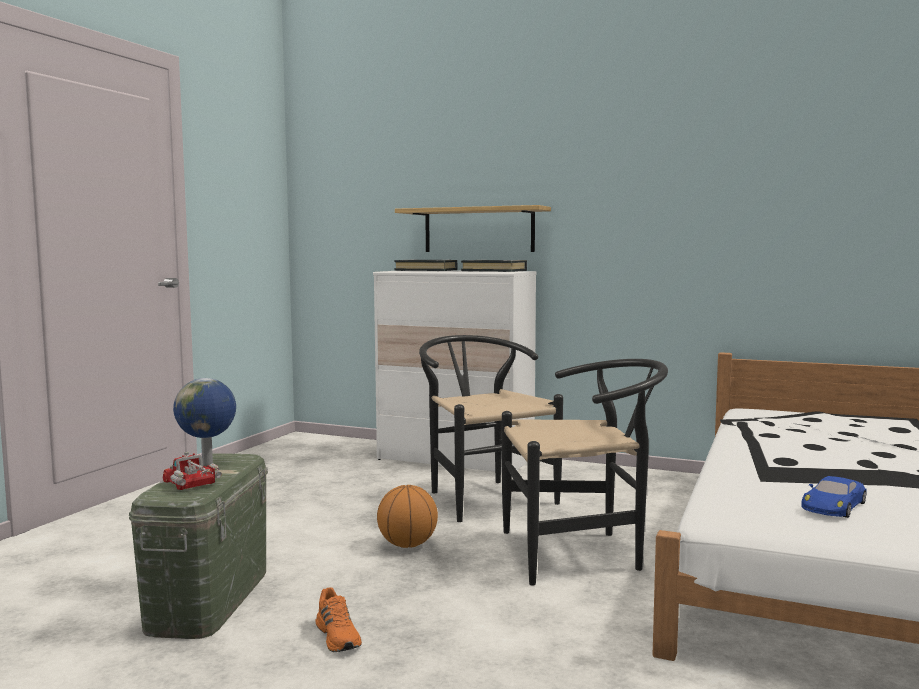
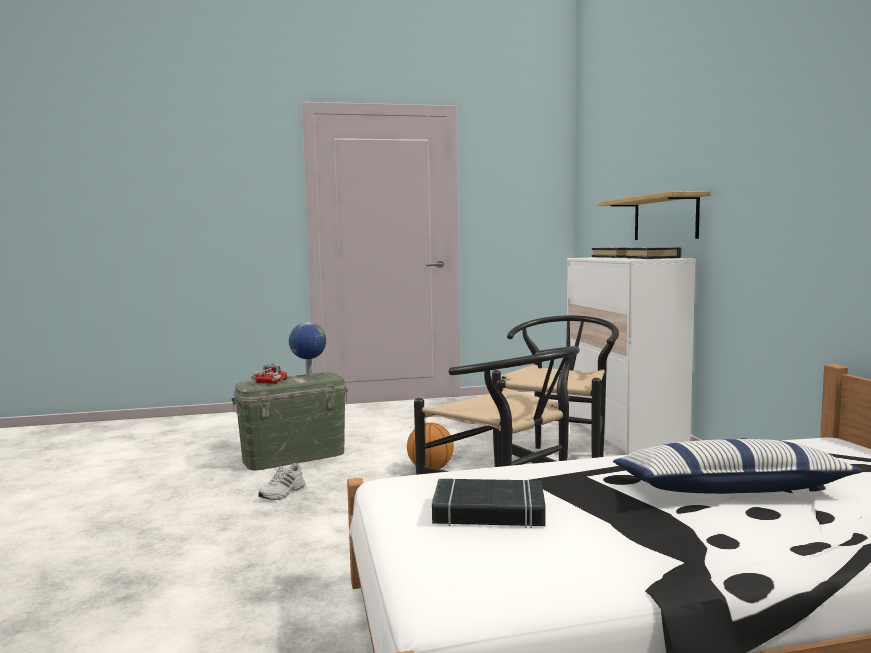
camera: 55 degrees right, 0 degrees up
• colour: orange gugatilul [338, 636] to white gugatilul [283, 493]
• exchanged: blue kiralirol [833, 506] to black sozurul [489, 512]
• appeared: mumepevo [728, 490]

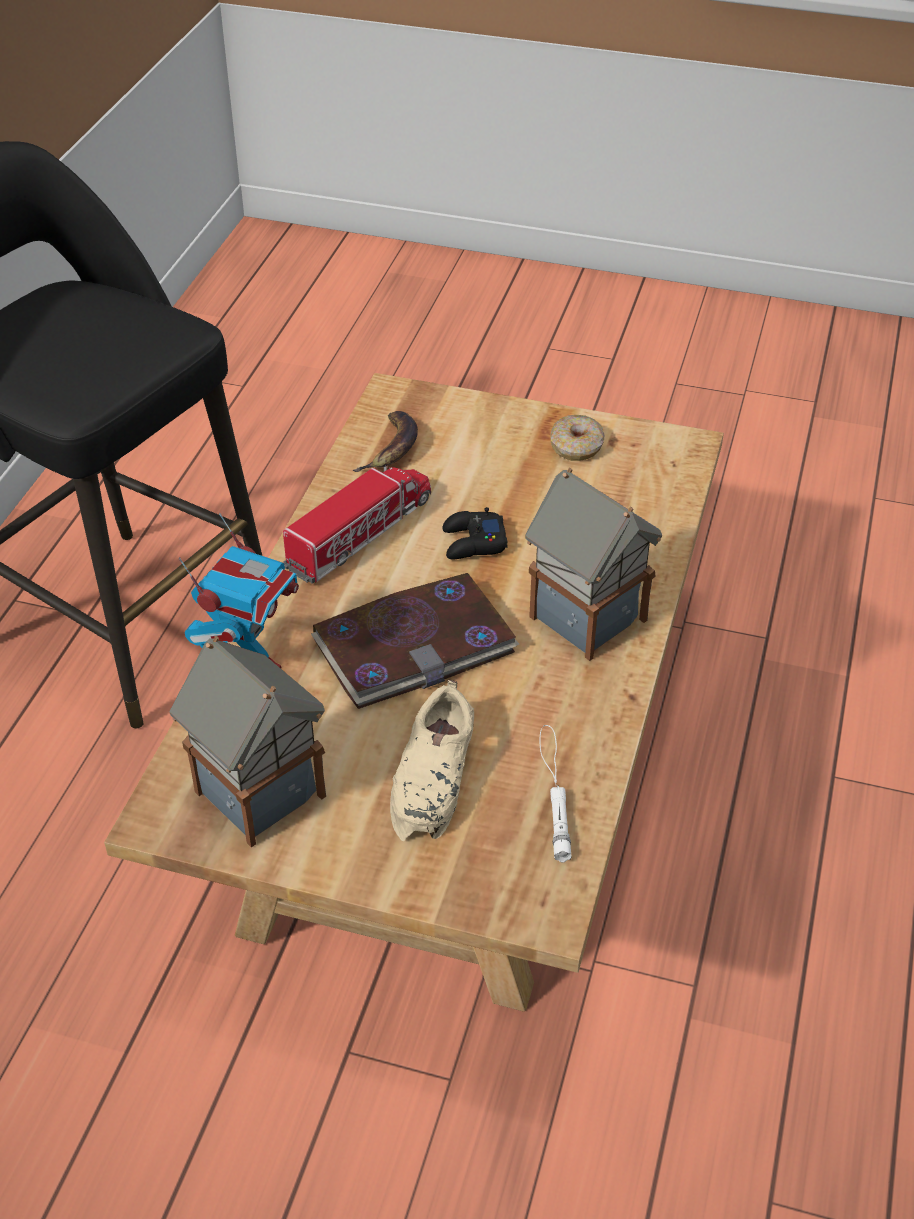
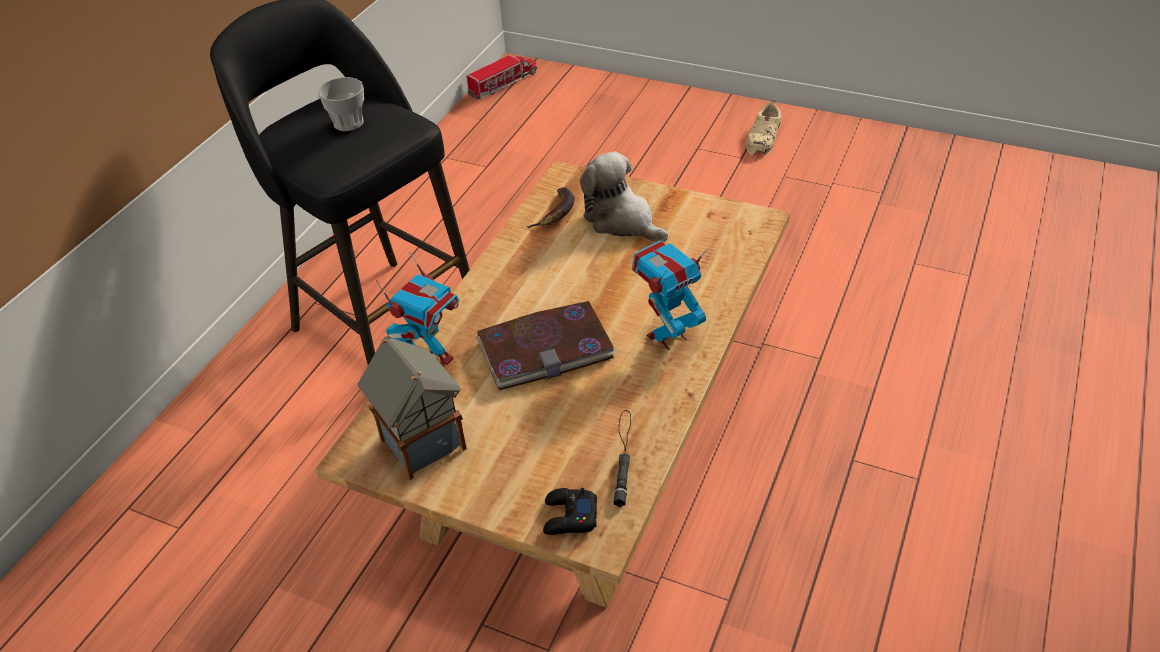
camera: 10 degrees right, 0 degrees up
• appeared: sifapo [348, 123]
• relocated: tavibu [360, 533] to [503, 83]
• relocated: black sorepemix [473, 542] to [569, 517]
• appeared: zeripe [622, 221]
• colour: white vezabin [554, 791] to black vezabin [623, 457]
• exchanged: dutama [585, 617] to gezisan [667, 336]
• relocated: beige gugatilul [435, 776] to [764, 137]
• missing: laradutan [576, 446]

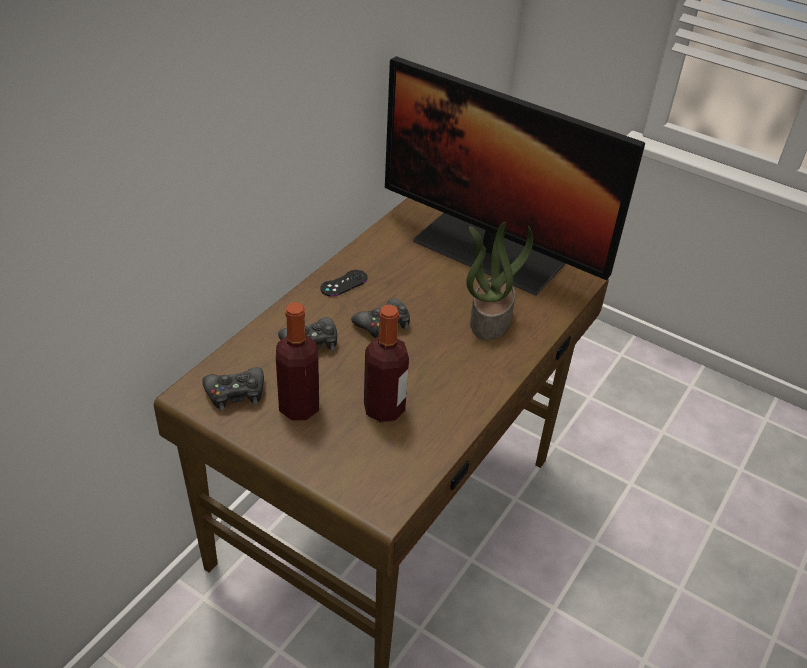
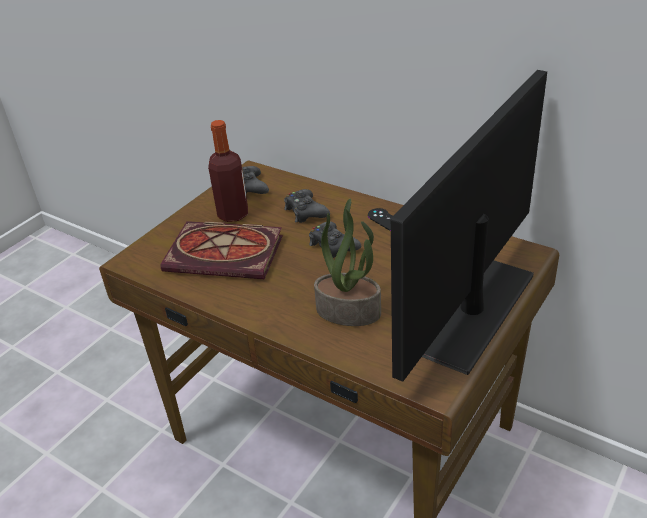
camera: 95 degrees right, 5 degrees down
• exchanged: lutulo [384, 409] to sozurul [228, 253]

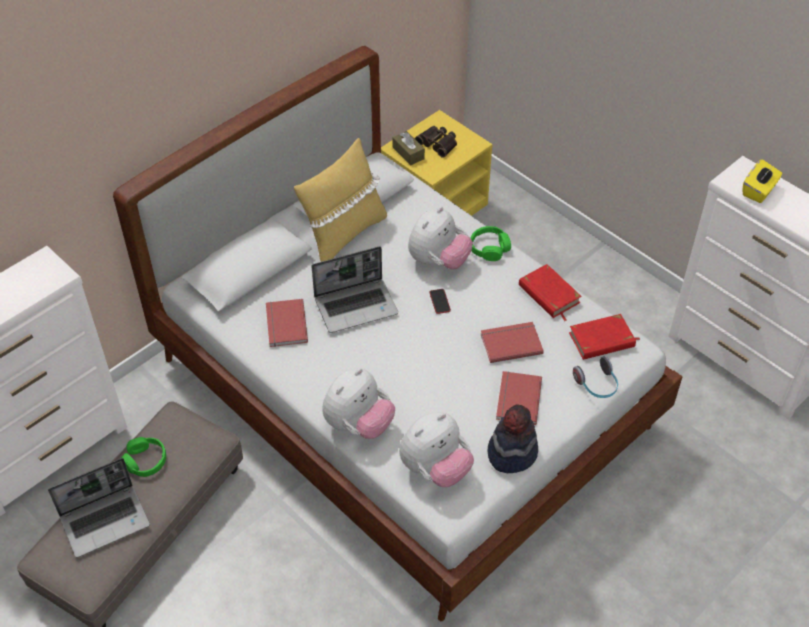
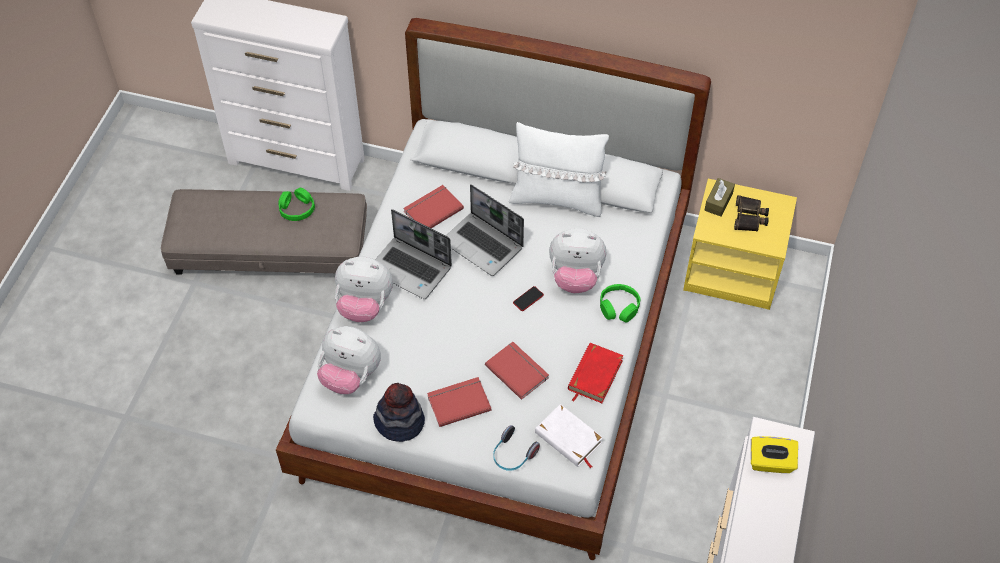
camera: 60 degrees right, 5 degrees up
• relocated: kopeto [106, 520] to [411, 269]
• colour: yellow mumepevo [344, 235] to white mumepevo [557, 198]
• colour: red sozurul [602, 340] to white sozurul [568, 438]

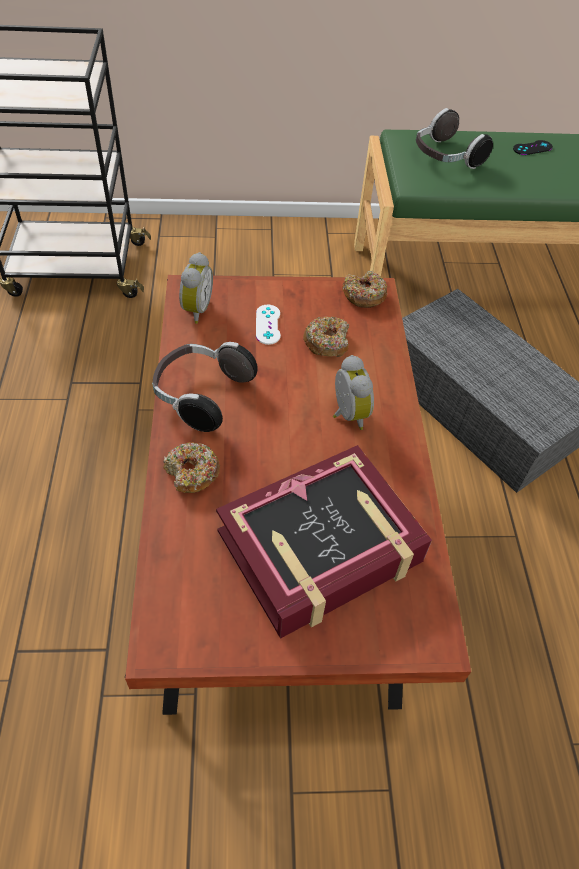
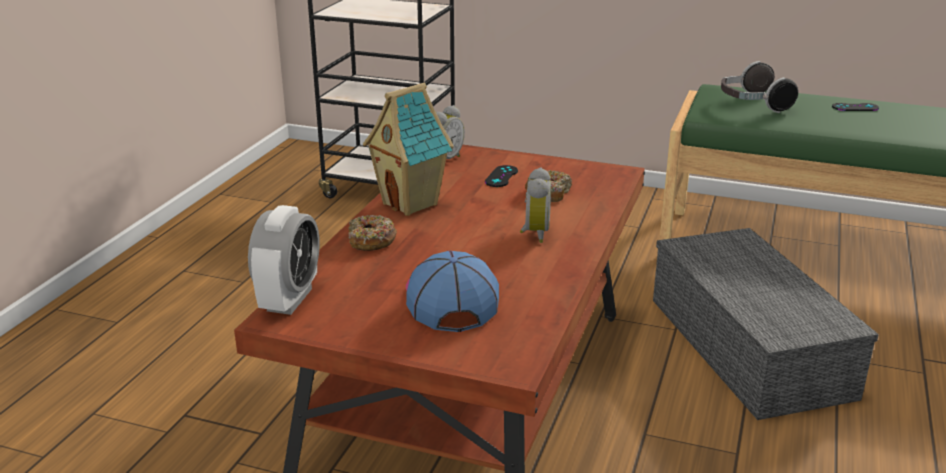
camera: 25 degrees right, 25 degrees down
• appeared: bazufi [289, 299]
• exchanged: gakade [201, 395] to dutama [411, 204]
• exchanged: sozurul [320, 549] to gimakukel [449, 298]
• colour: white sorepemix [268, 324] to black sorepemix [501, 176]
• missing: laradutan [364, 295]

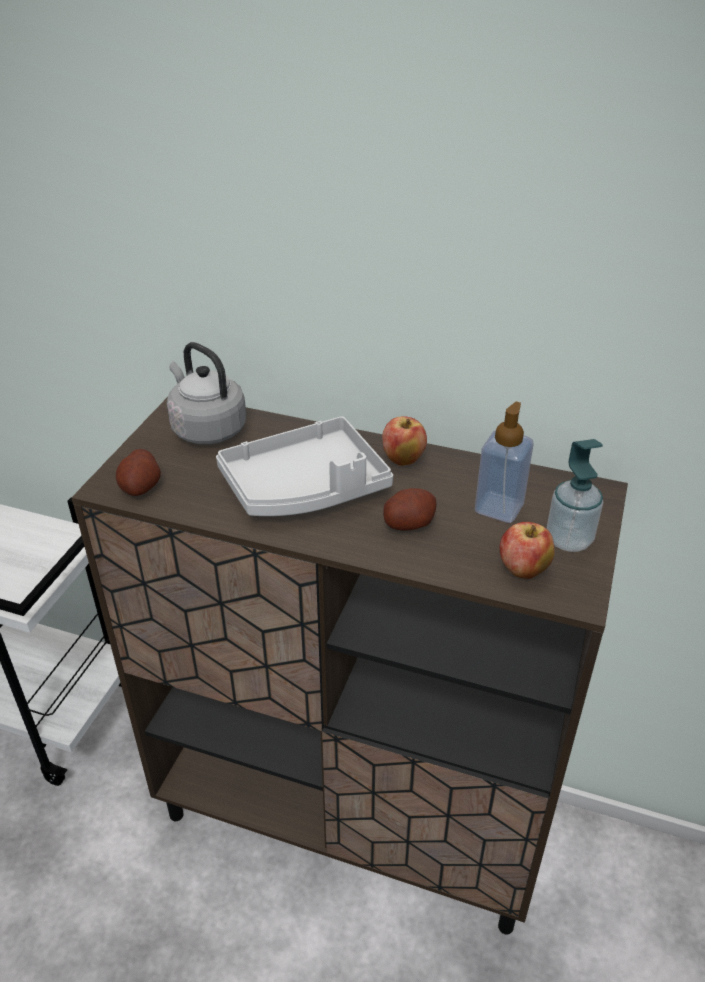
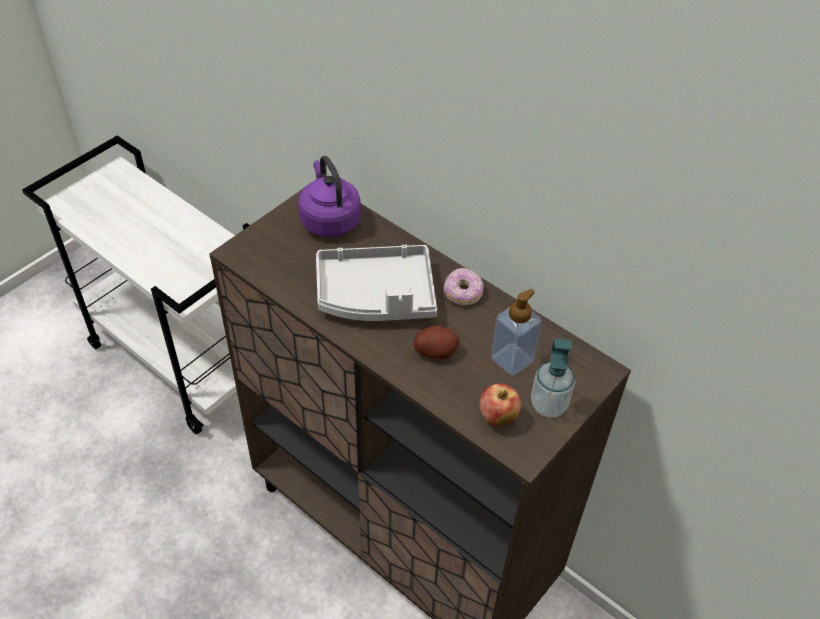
camera: 20 degrees right, 10 degrees up
• colour: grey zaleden [206, 428] to purple zaleden [329, 220]
• exchanged: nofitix [402, 459] to laradutan [462, 293]
• missing: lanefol [141, 487]

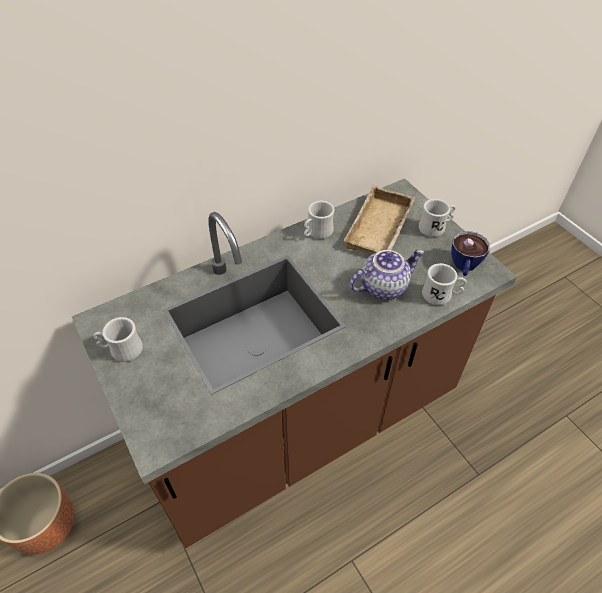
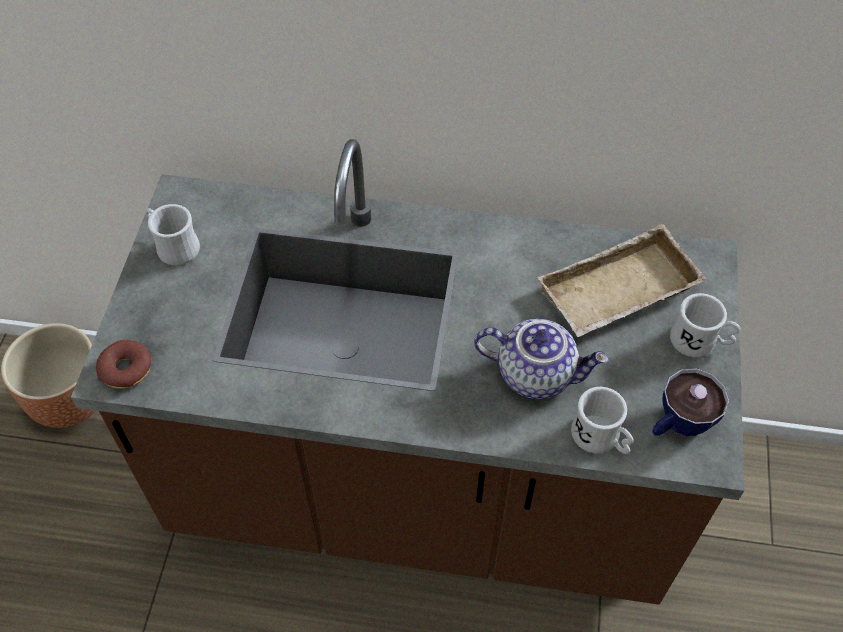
camera: 40 degrees right, 5 degrees up
• appeared: laradutan [126, 369]
• missing: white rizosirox [317, 233]

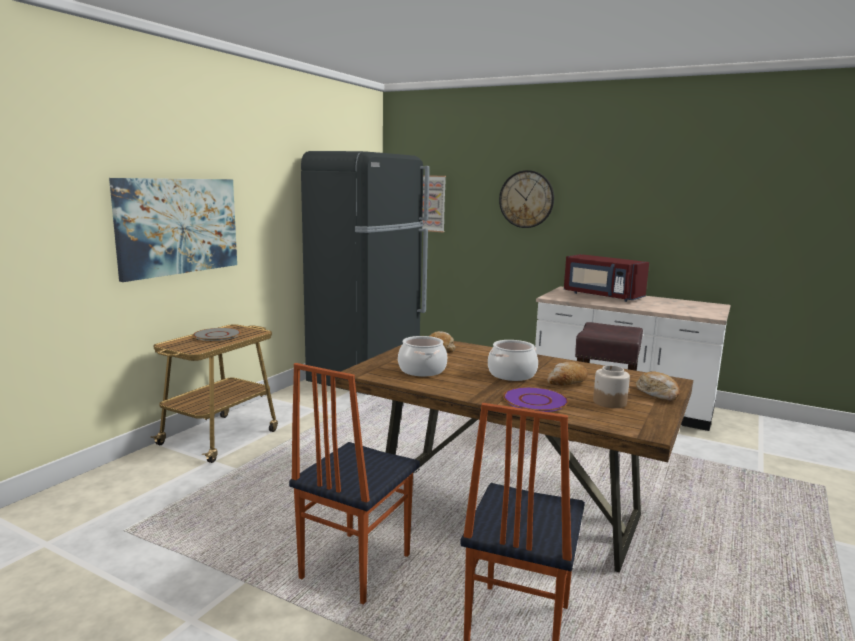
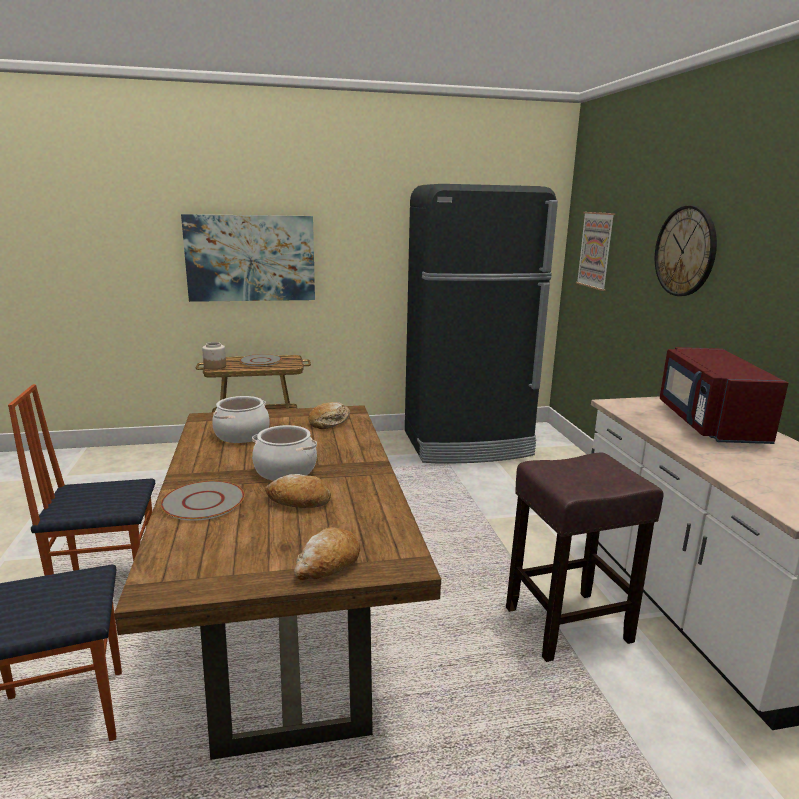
camera: 50 degrees right, 5 degrees up
• colour: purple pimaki [535, 401] to grey pimaki [203, 502]
• relocated: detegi [609, 402] to [215, 366]

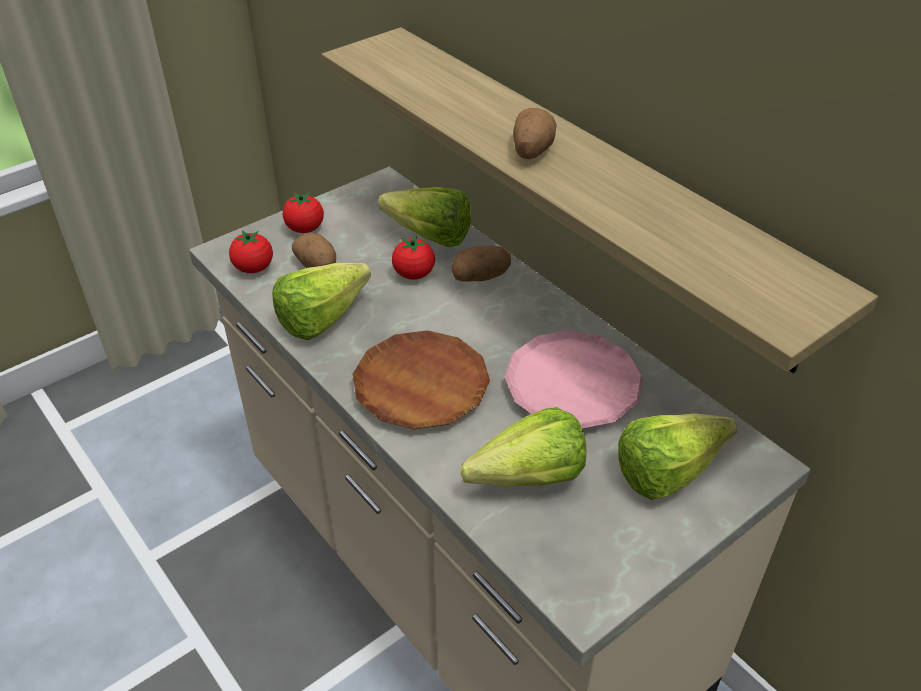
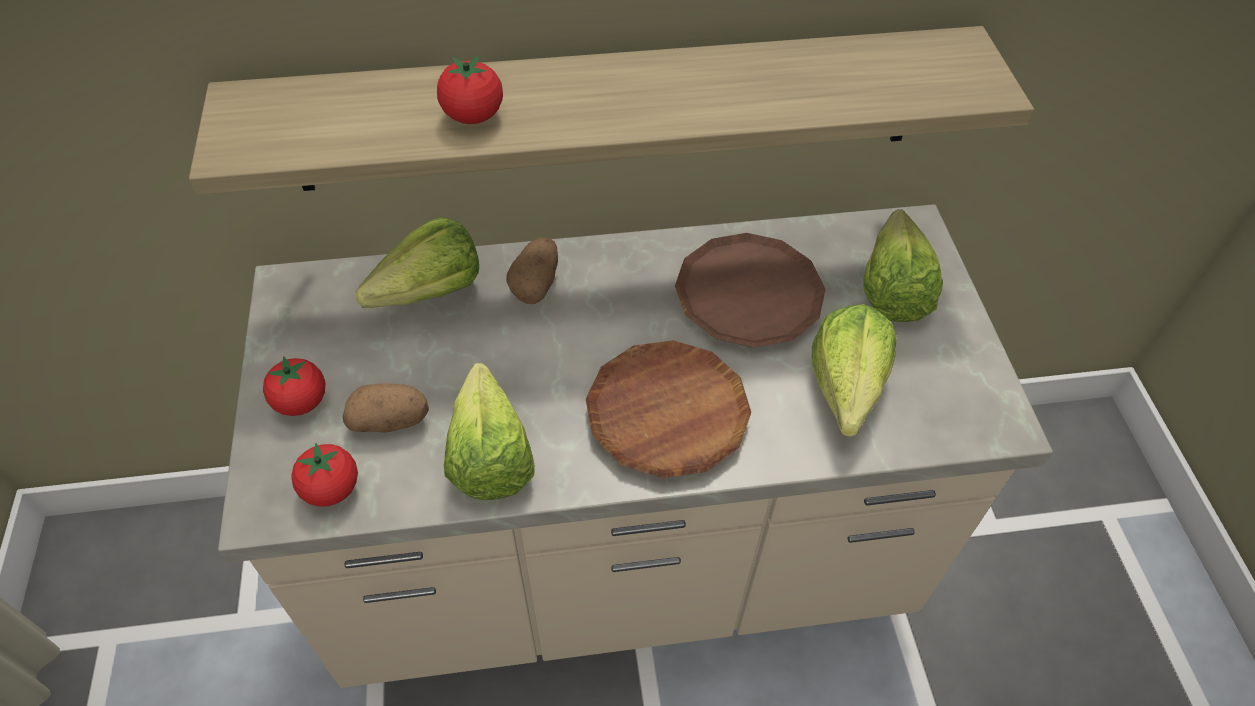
camera: 60 degrees left, 10 degrees up
• relocated: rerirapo [414, 274] to [473, 116]
• colour: pink pimaki [572, 386] to brown pimaki [748, 296]
• missing: lanefol [531, 151]

